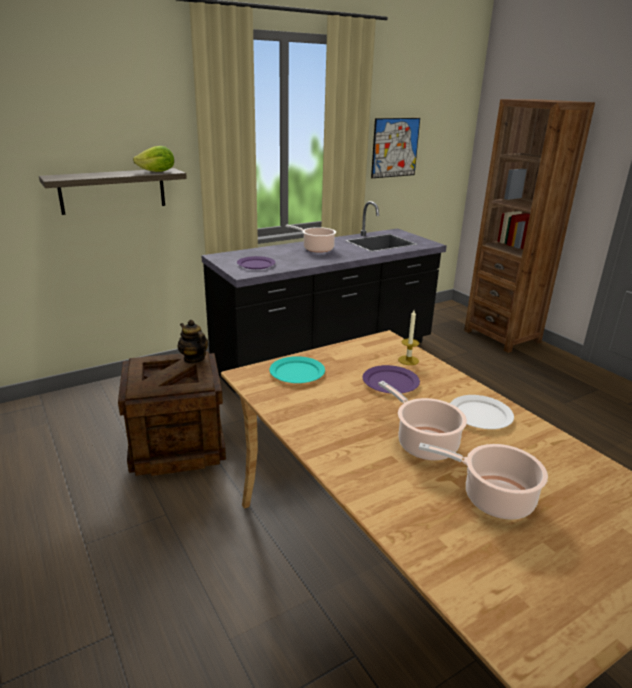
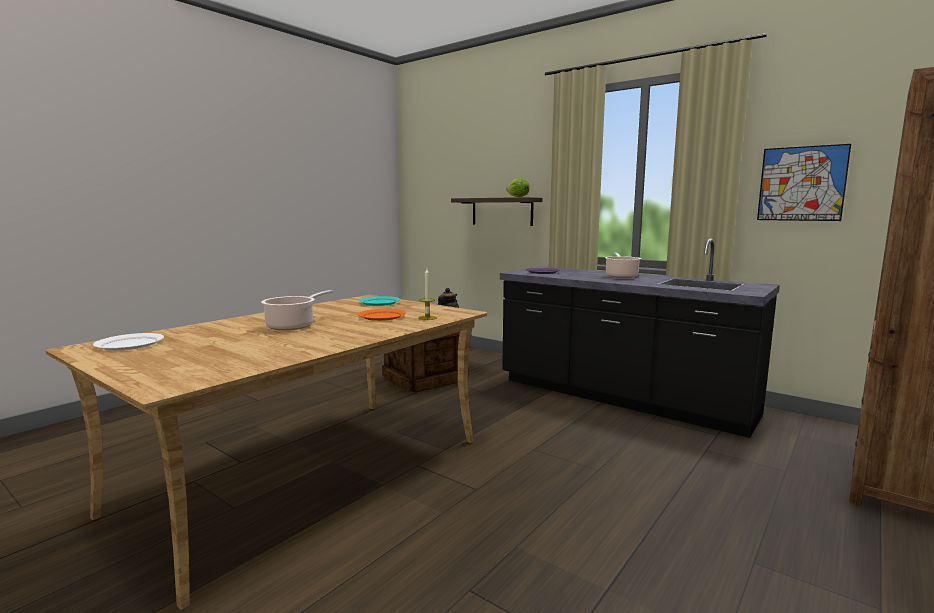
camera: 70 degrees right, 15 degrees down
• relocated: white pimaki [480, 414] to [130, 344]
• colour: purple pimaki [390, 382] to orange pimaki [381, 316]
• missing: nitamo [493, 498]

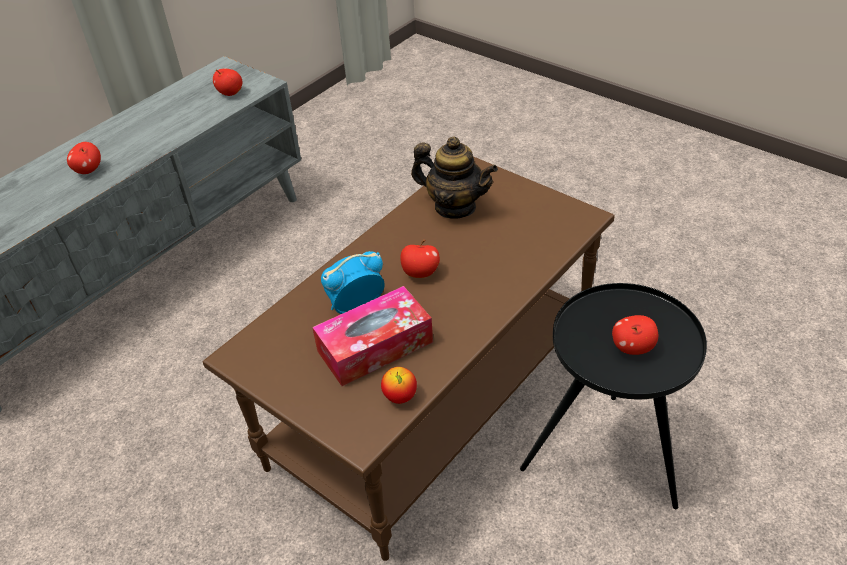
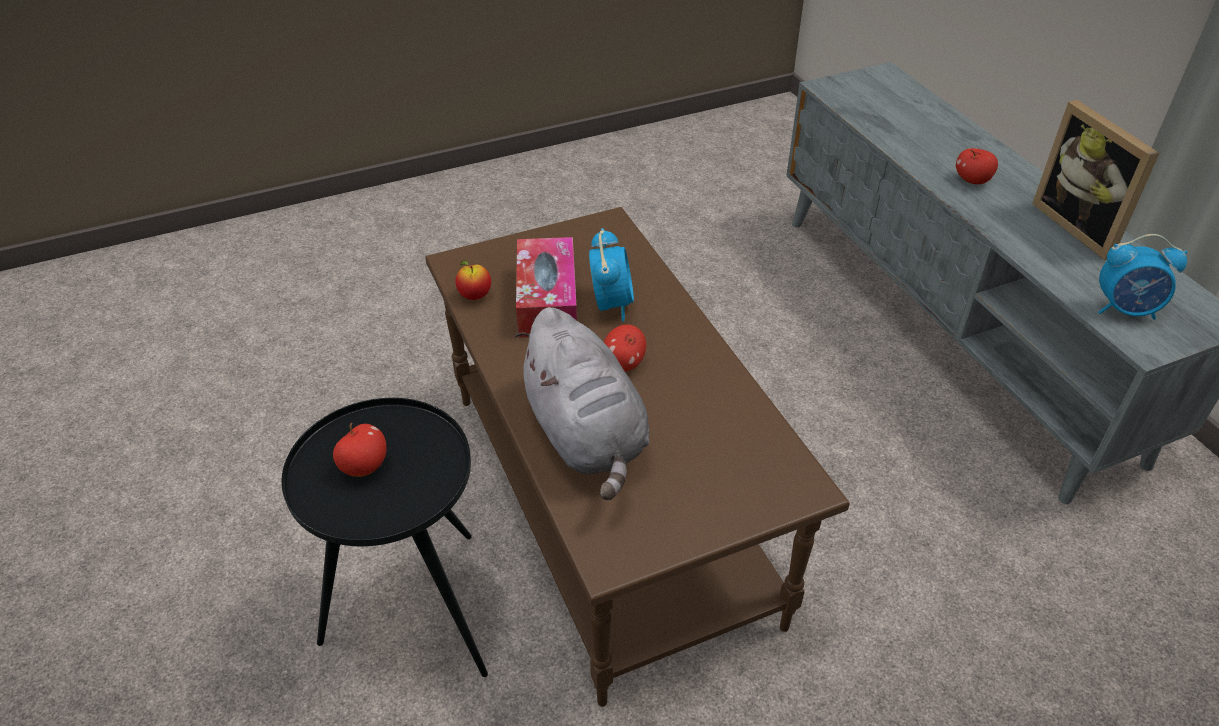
camera: 115 degrees right, 0 degrees up
• appeared: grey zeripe [587, 436]
• appeared: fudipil [1081, 227]
• exchanged: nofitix [230, 93] to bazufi [1125, 310]
• missing: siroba [455, 207]

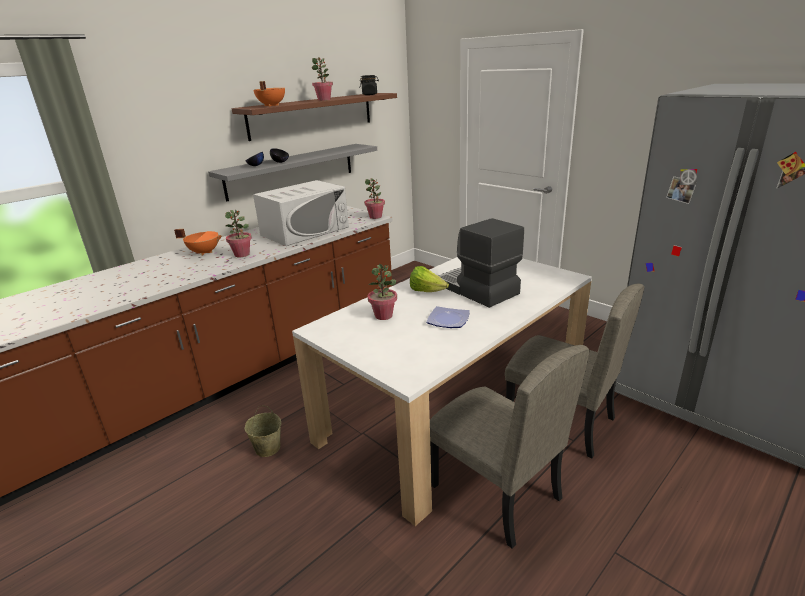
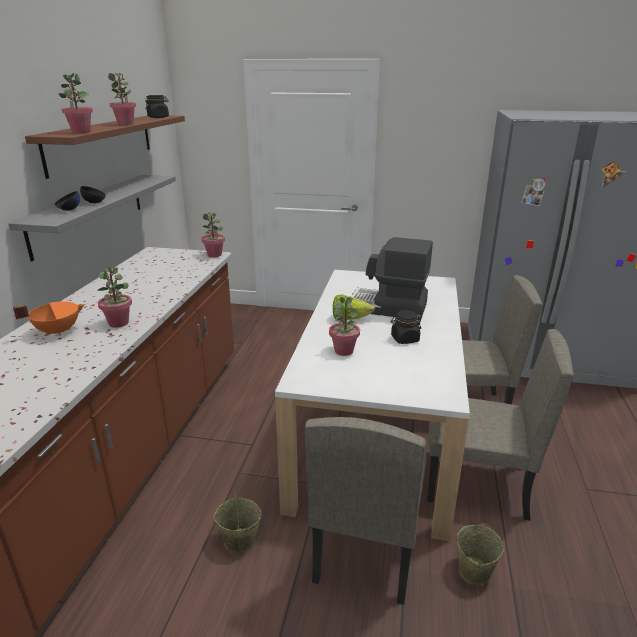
camera: 35 degrees left, 0 degrees up
• exchanged: orange nitamo [271, 105] to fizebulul [81, 132]
• appeared: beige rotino [366, 546]
• exchanged: pimaki [449, 320] to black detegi [404, 339]
• appeared: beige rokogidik [474, 571]
• missing: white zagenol [305, 231]

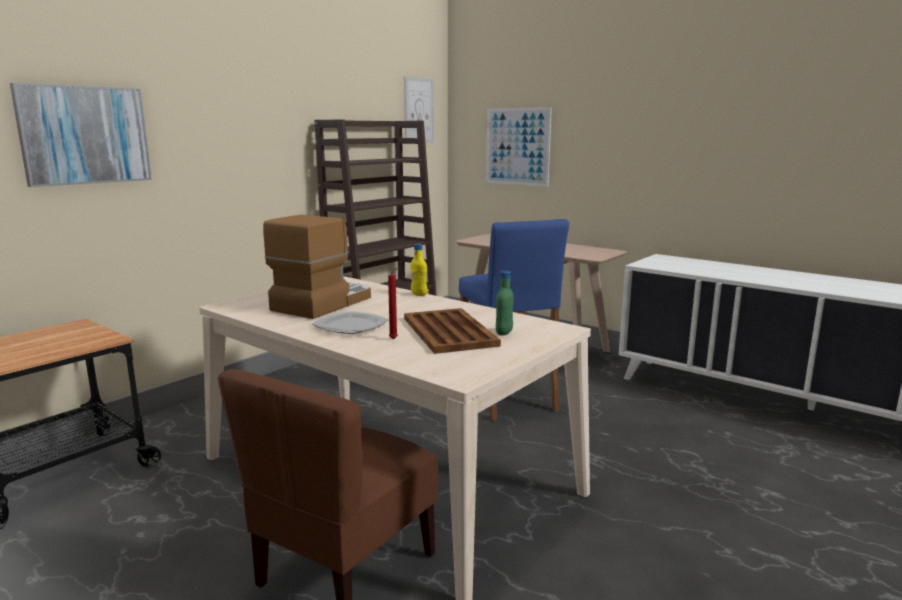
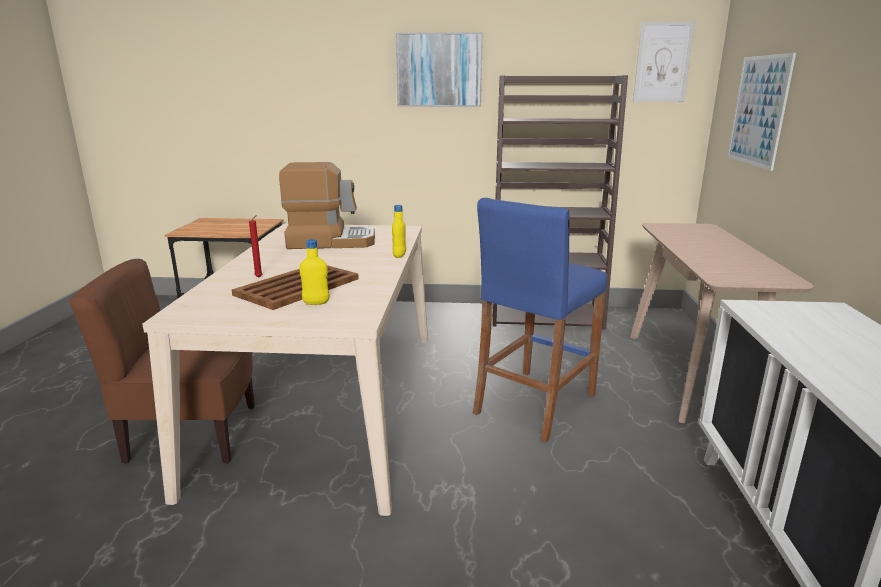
camera: 55 degrees right, 5 degrees up
• colour: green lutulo [504, 333] to yellow lutulo [316, 303]
• relocated: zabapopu [85, 135] to [439, 70]
• missing: pimaki [352, 325]

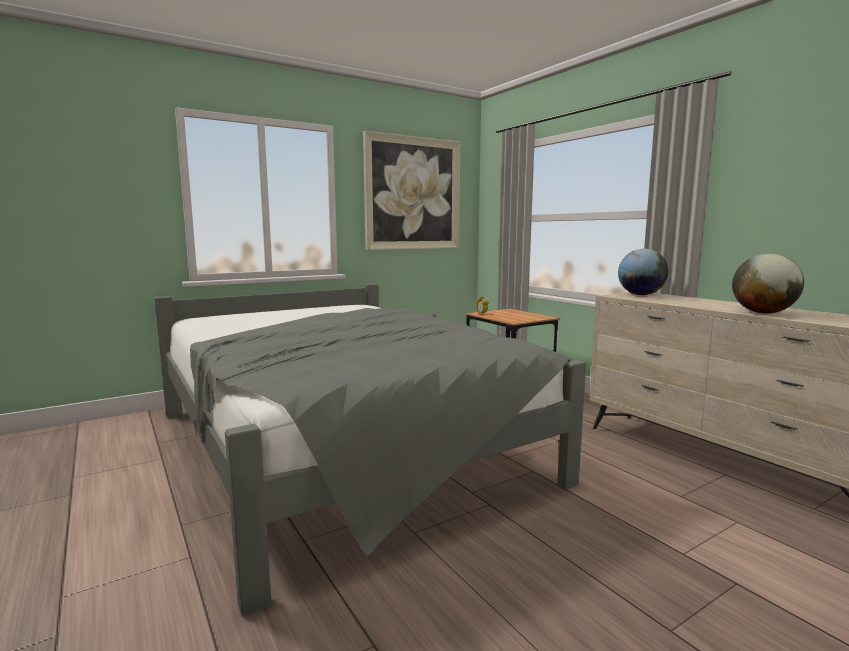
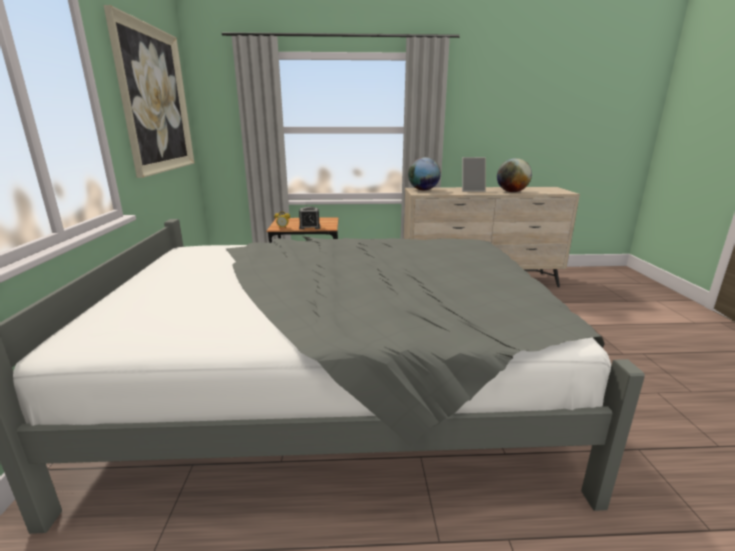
camera: 60 degrees left, 10 degrees up
• appeared: bazufi [309, 227]
• appeared: fudipil [472, 190]

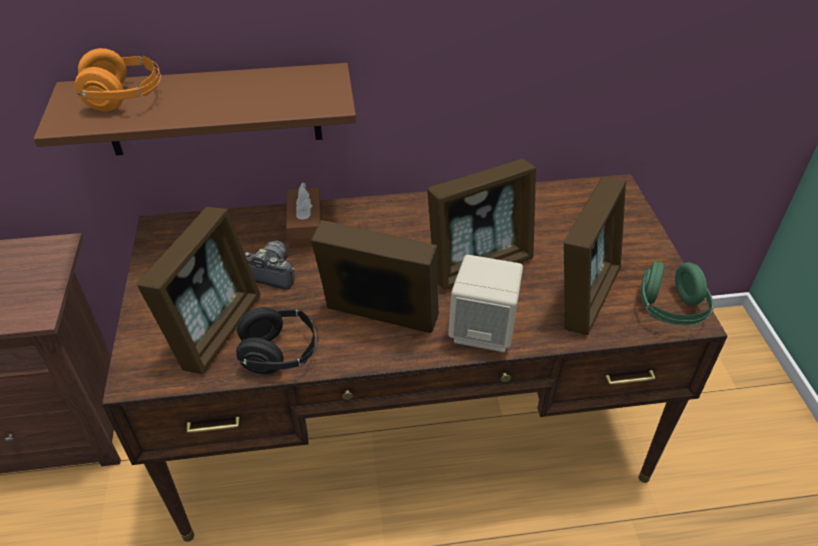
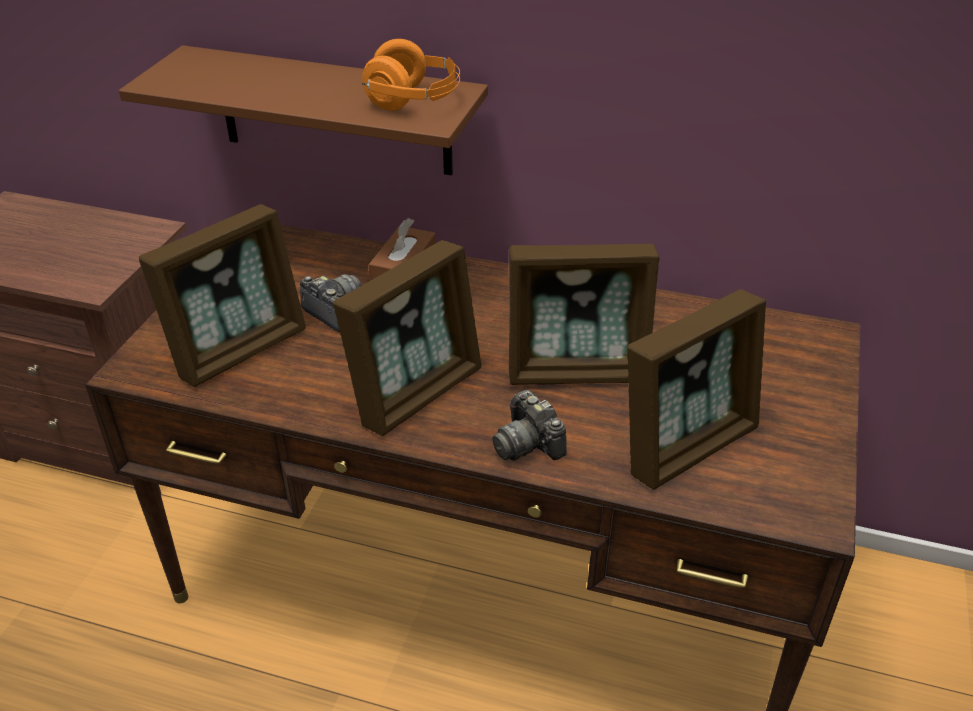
camera: 25 degrees right, 5 degrees down
• spun: fudipil [379, 318] = [416, 392] 90 degrees clockwise
• relocated: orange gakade [125, 98] to [414, 101]
• exchanged: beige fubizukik [483, 330] to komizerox [528, 443]
• missing: black gakade [280, 354]
• missing: green gakade [669, 310]

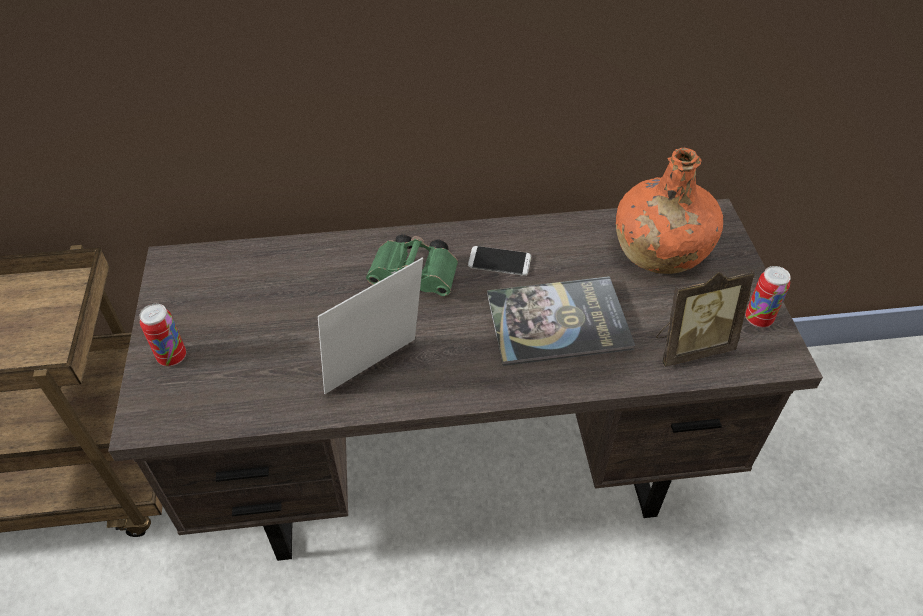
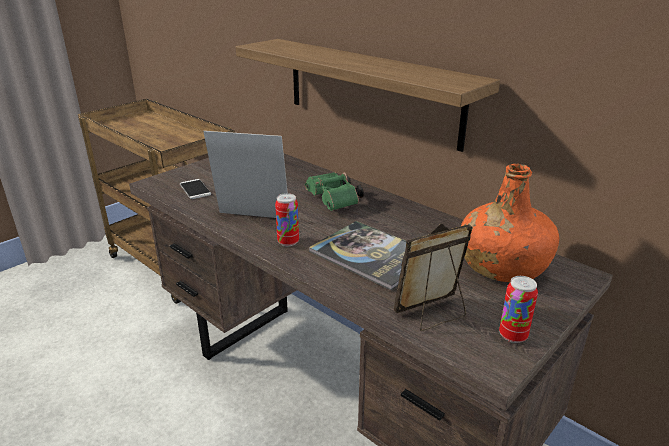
camera: 50 degrees right, 20 degrees down
• relocated: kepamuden [499, 261] to [195, 189]
• appeared: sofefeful [370, 91]
• relocated: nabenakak [172, 357] to [288, 242]
• spun: fudipil [690, 346] = [432, 314] 120 degrees clockwise

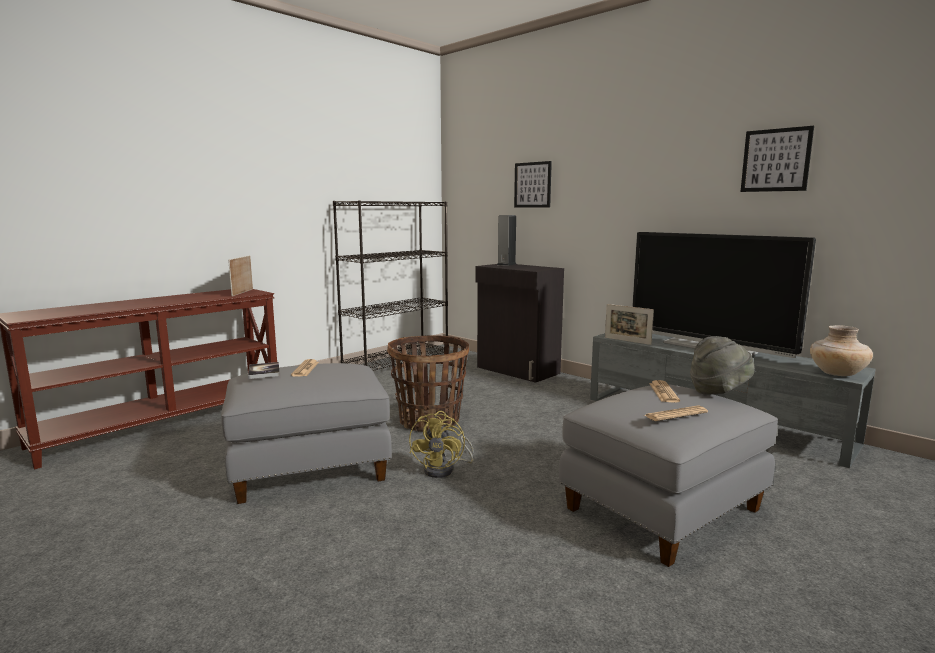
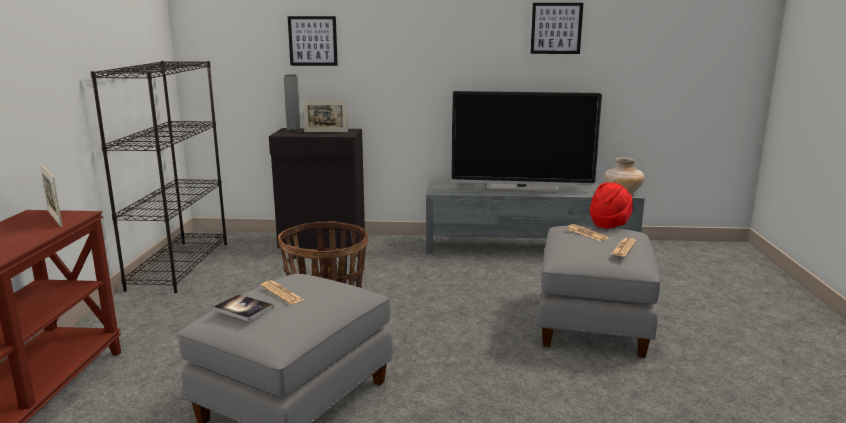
camera: 40 degrees left, 5 degrees up
• relocated: fudipil [627, 341] to [326, 132]
• colour: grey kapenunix [718, 392] to red kapenunix [610, 224]
• missing: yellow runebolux [444, 469]

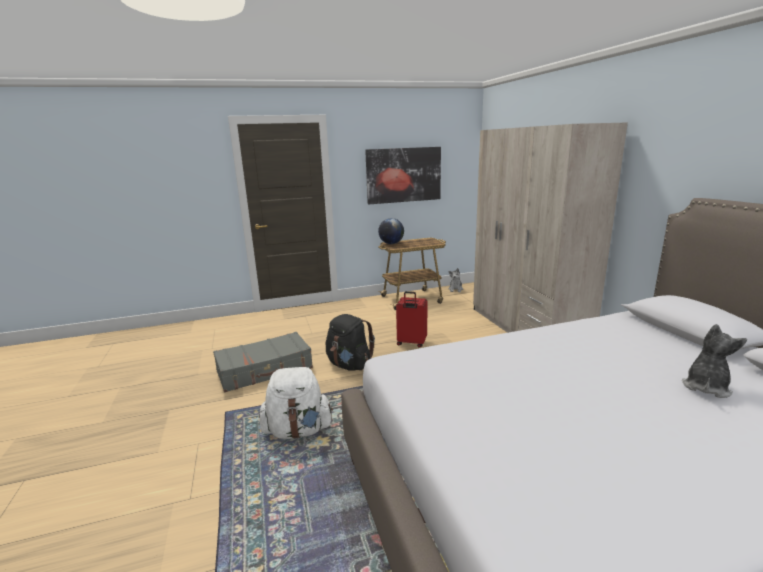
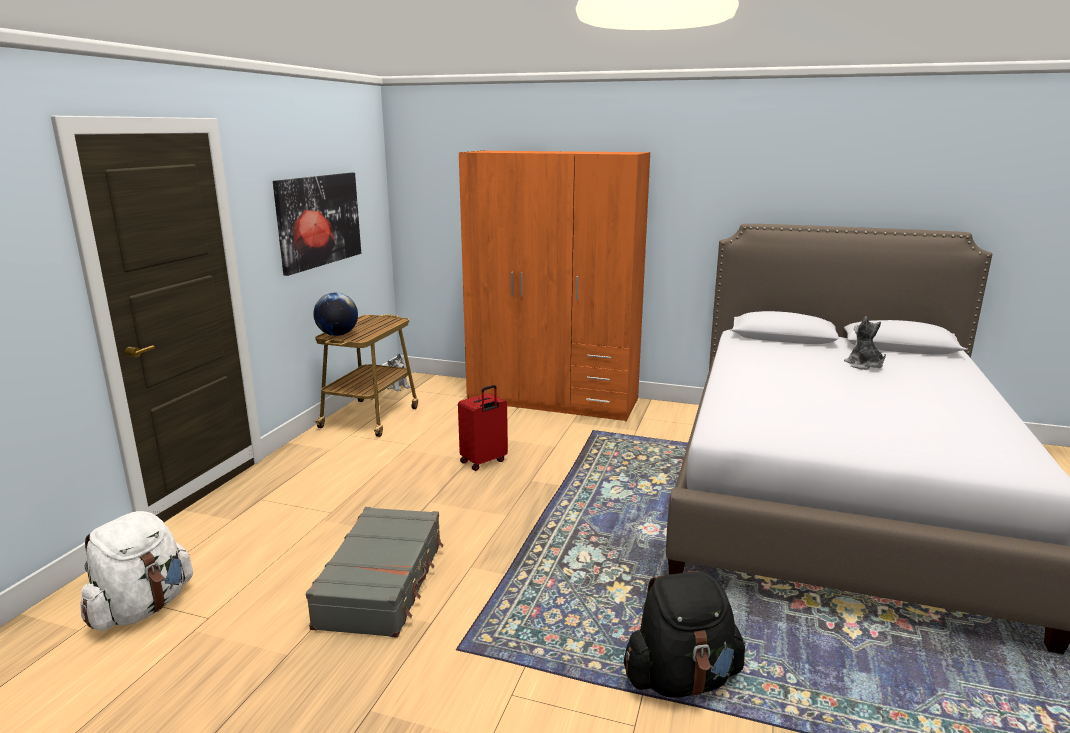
camera: 55 degrees left, 0 degrees up
• relocated: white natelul [298, 430] to [142, 608]
• colour: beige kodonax [526, 328] to orange kodonax [553, 400]
• relocated: black natelul [349, 365] to [681, 679]

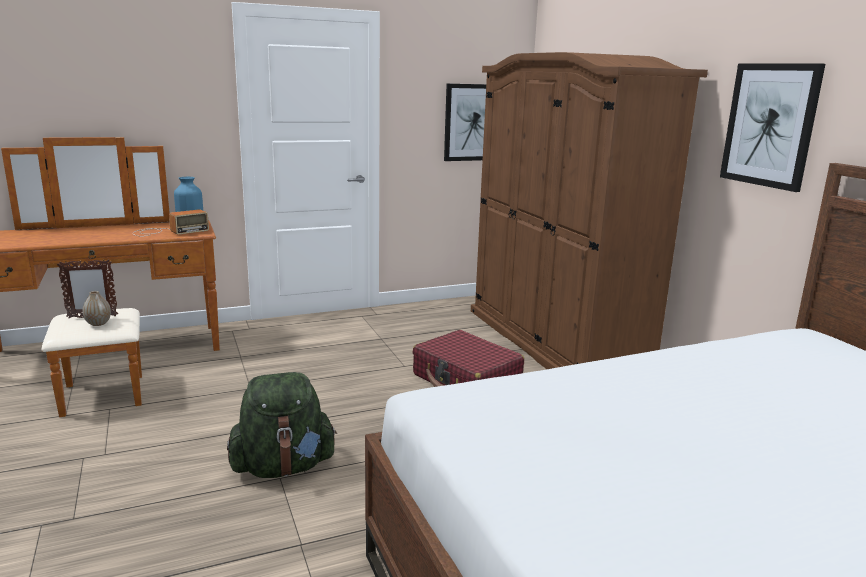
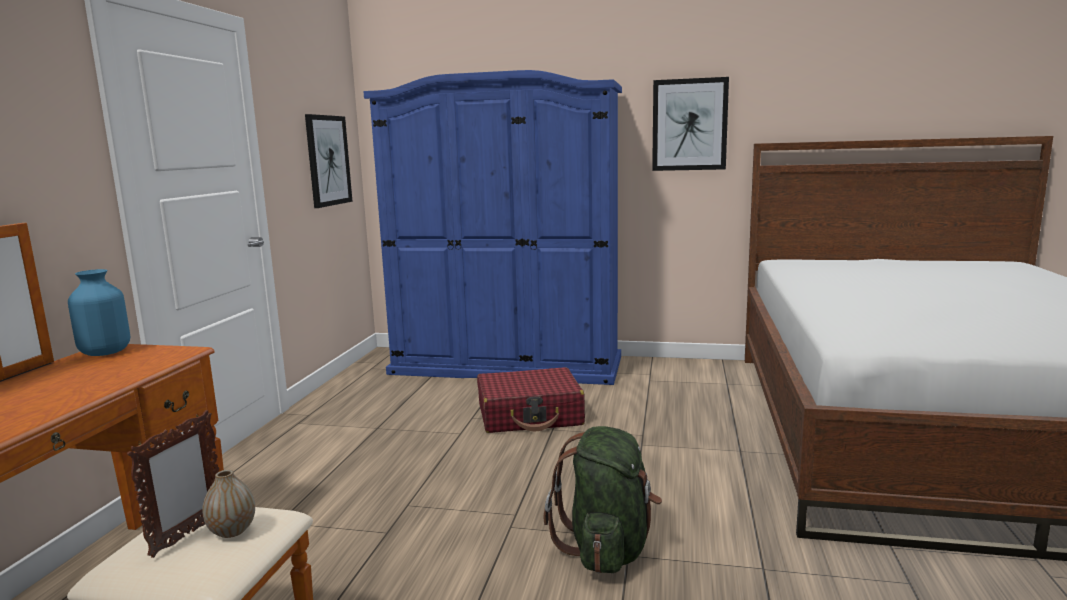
camera: 55 degrees left, 5 degrees down
• colour: brown kodonax [554, 342] to blue kodonax [506, 365]
• missing: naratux [168, 231]

